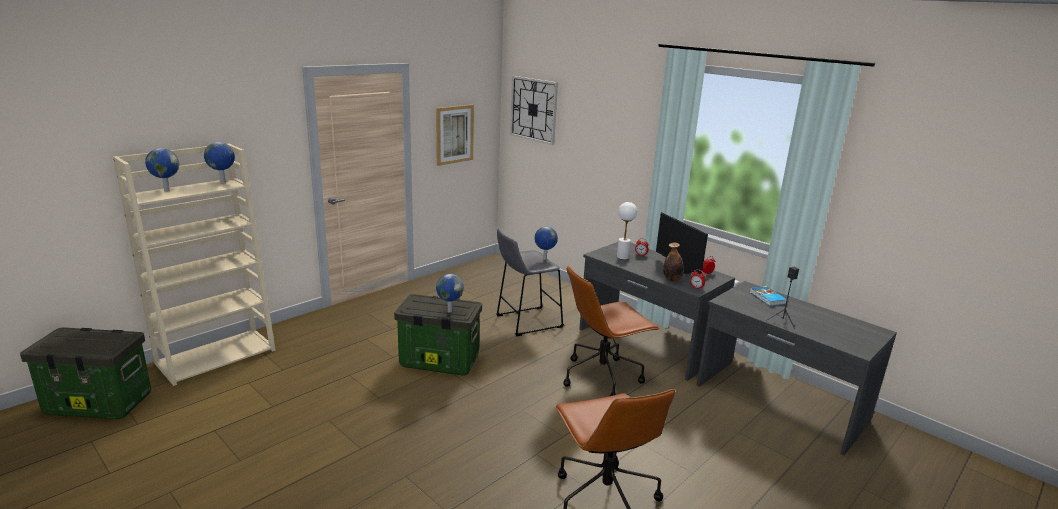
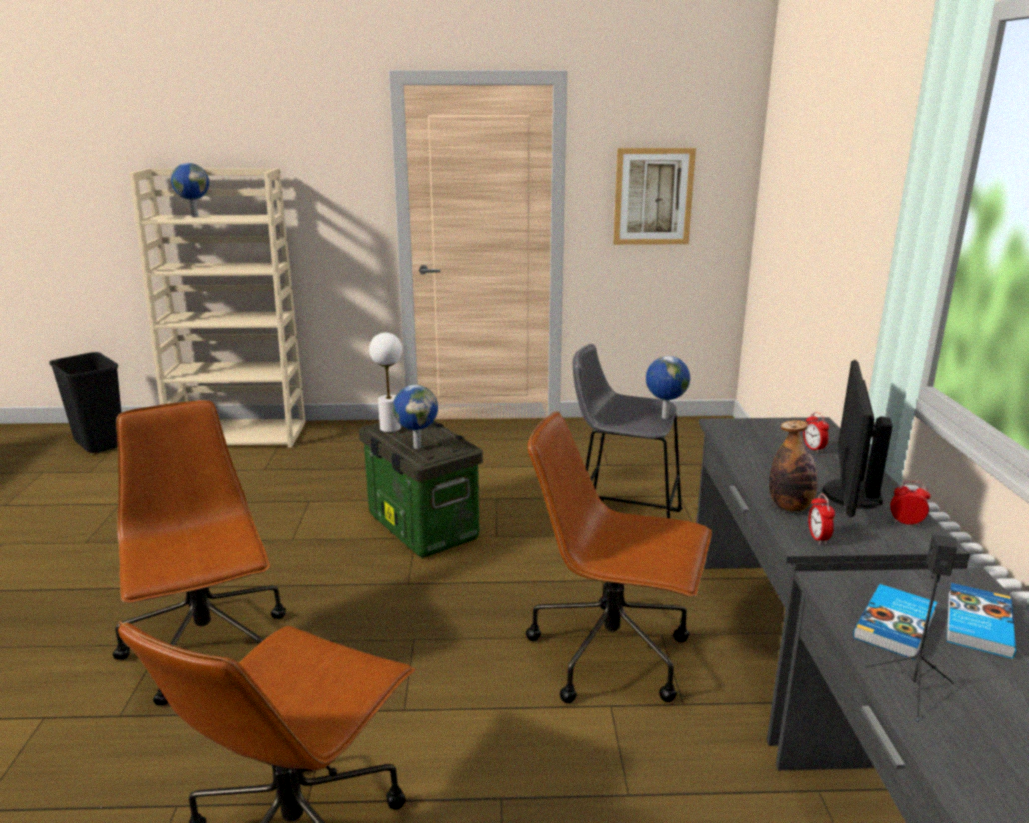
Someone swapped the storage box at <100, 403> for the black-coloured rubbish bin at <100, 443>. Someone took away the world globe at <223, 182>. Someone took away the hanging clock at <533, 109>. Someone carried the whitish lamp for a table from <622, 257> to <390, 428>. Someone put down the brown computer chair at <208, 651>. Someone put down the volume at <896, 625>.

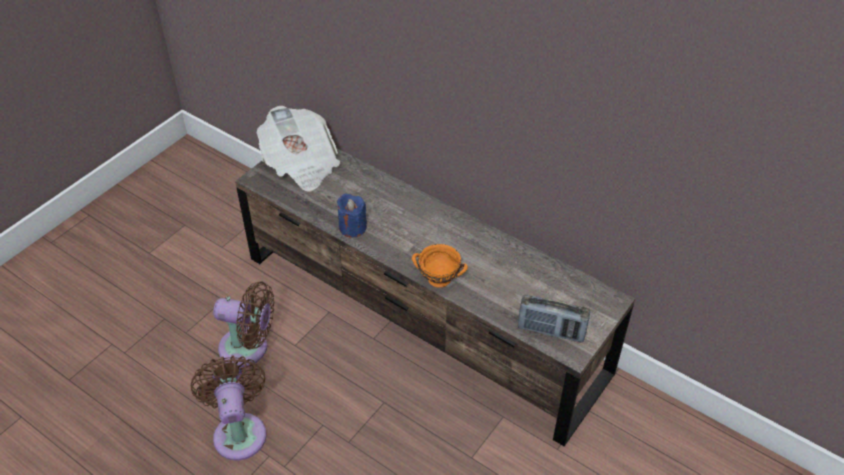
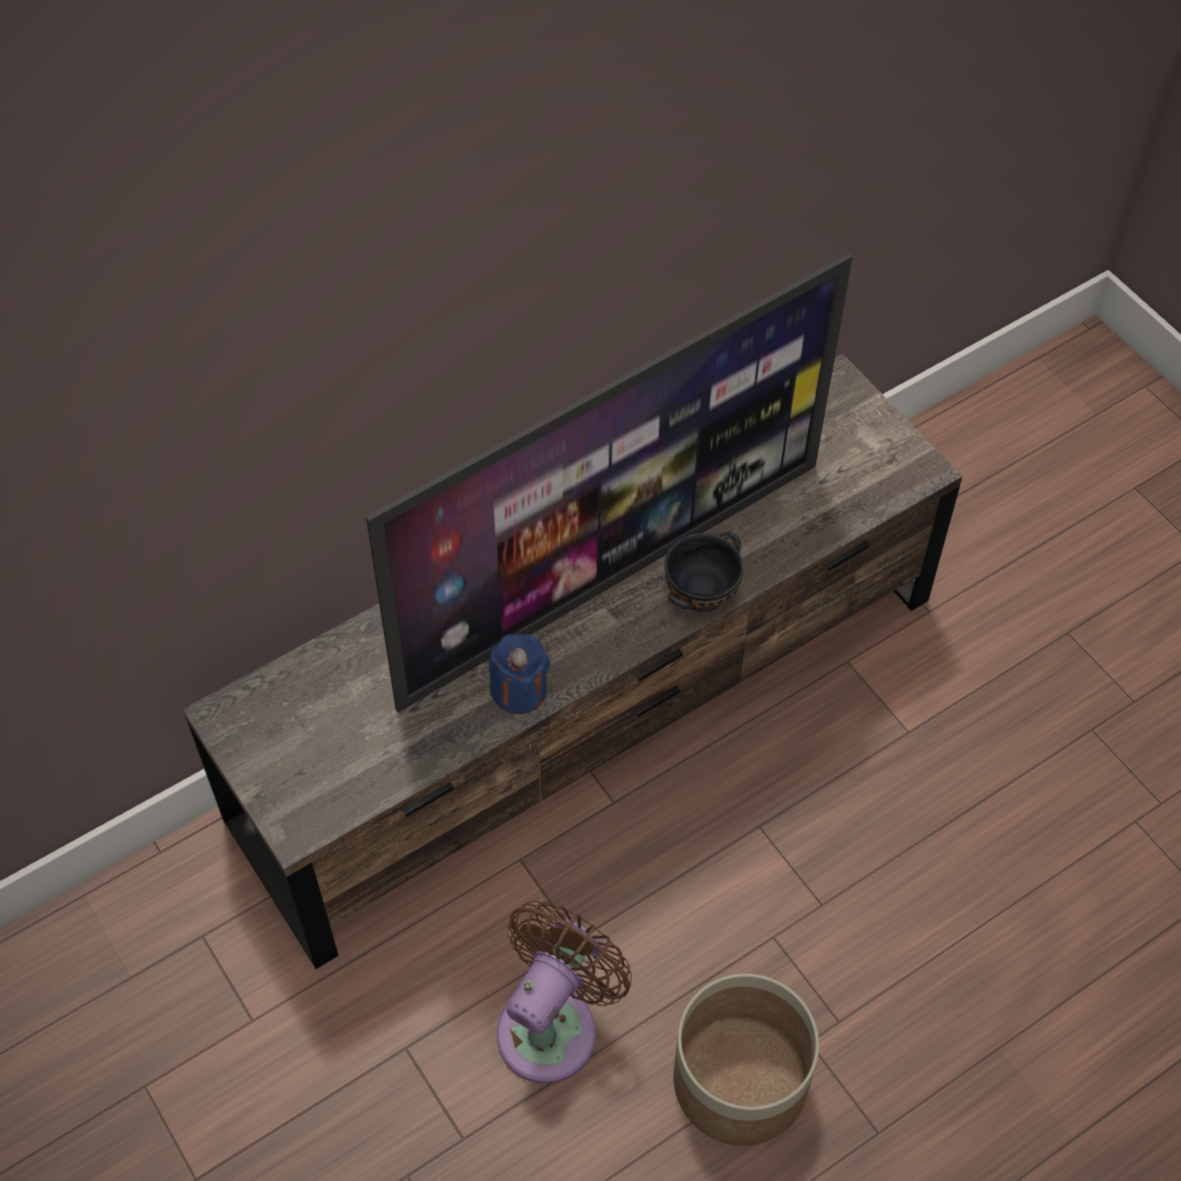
Someone swapped the brown fan at <239, 431> for the planter at <741, 1081>. Someone took away the daily paper at <301, 164>. Someone repainted the orange-coloured bowl at <440, 279>, which became the black-coloured bowl at <703, 593>. Someone took away the radio set at <551, 331>. Someone put down the television at <610, 576>.

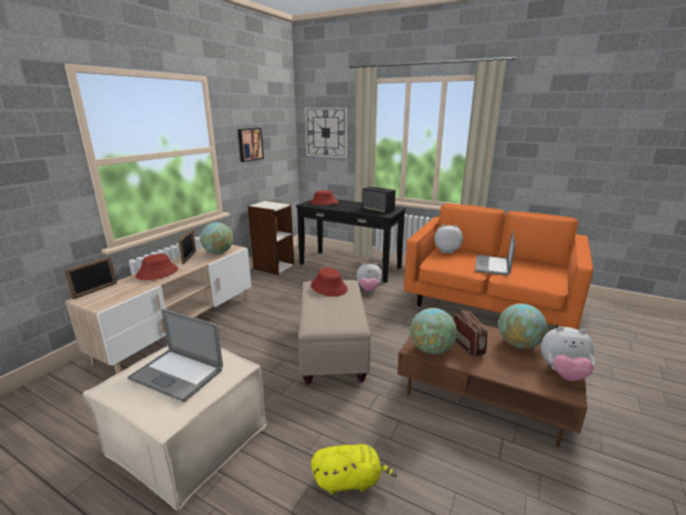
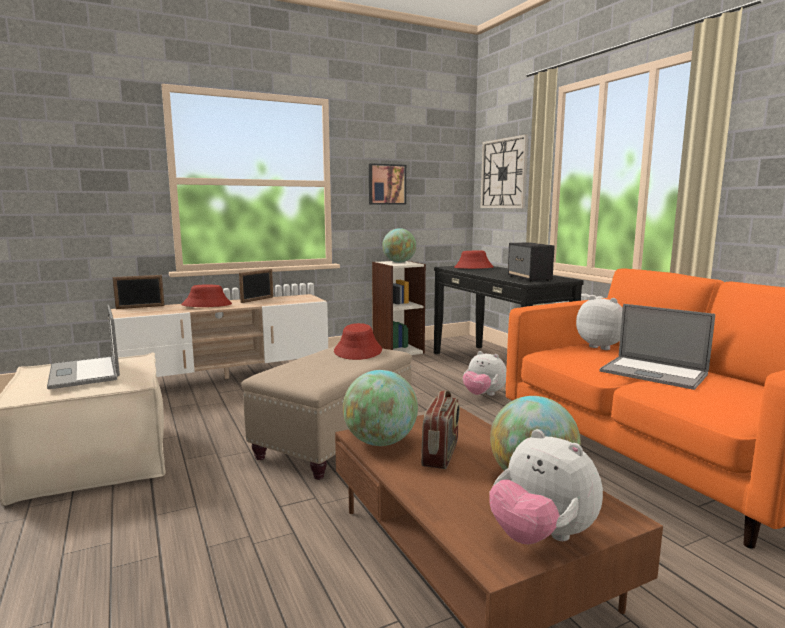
Someone carried the world globe from <218, 253> to <399, 262>. Someone took away the yellow-coloured plush toy at <350, 480>. Someone rotated the notebook computer at <492, 265> by 105 degrees counterclockwise.

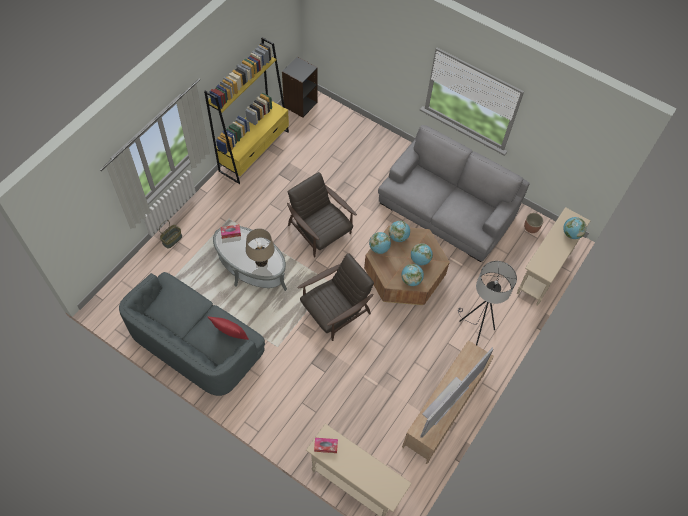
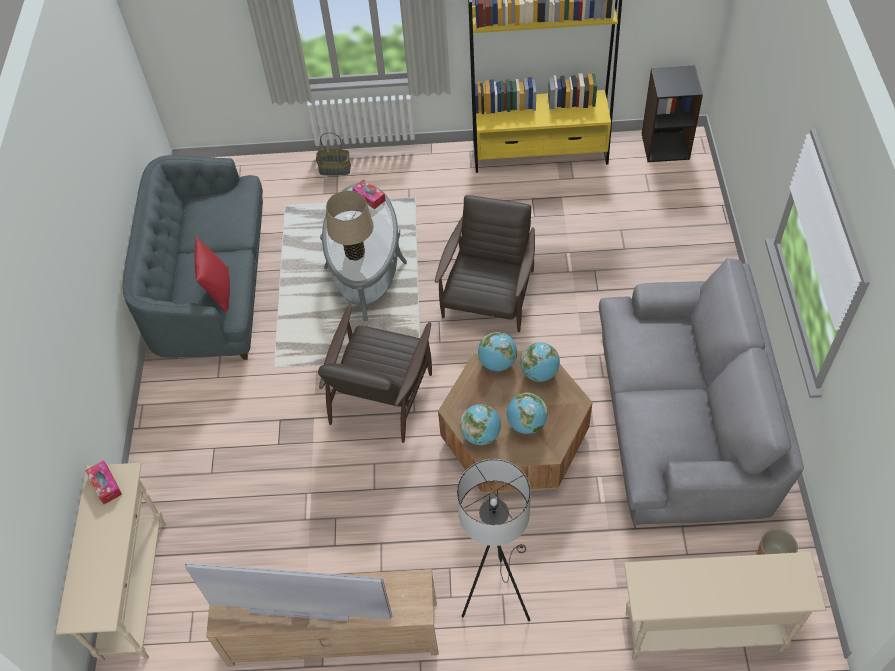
Someone rotated the brown easy chair at <335, 311> by 90 degrees clockwise. Someone took away the world globe at <571, 234>.

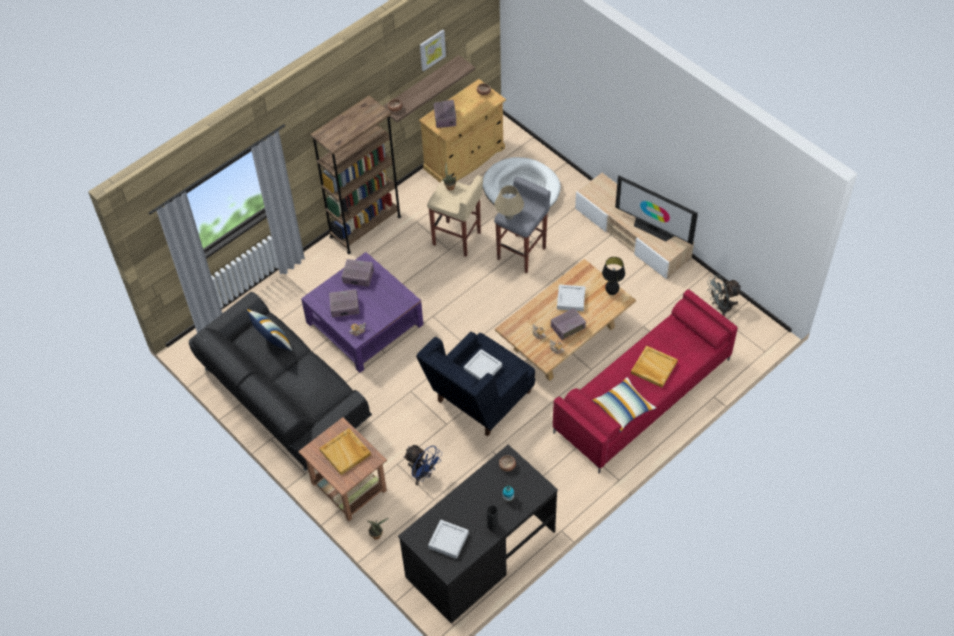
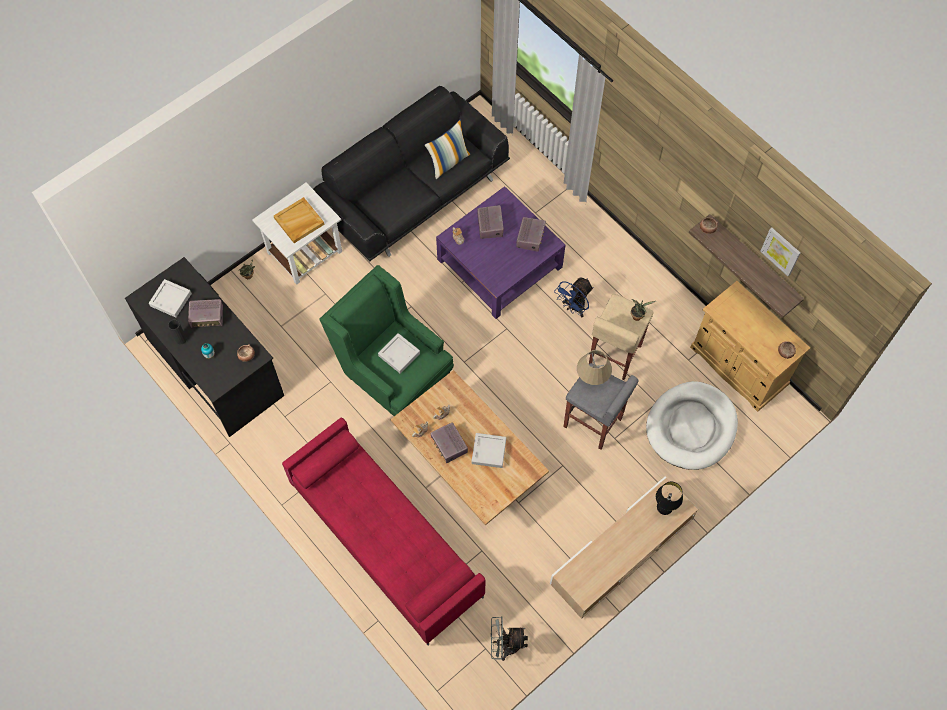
Someone repainted the brown side table at <348, 486>, which became the whitish side table at <305, 251>. Someone took away the brown bookshelf at <365, 226>. Someone carried the blue-coloured fan from <423, 474> to <574, 308>. Someone repainted the blue-coloured easy chair at <479, 401>, which became the green easy chair at <392, 371>. Someone carried the radio set from <445, 118> to <207, 317>. Someone took away the throw pillow at <623, 408>. Someone carried the black-coloured lamp for a table from <611, 292> to <663, 509>. Someone took away the television at <653, 228>. Someone took away the beige serving tray at <653, 367>. Someone rotated the gray fan at <720, 307> by 75 degrees counterclockwise.

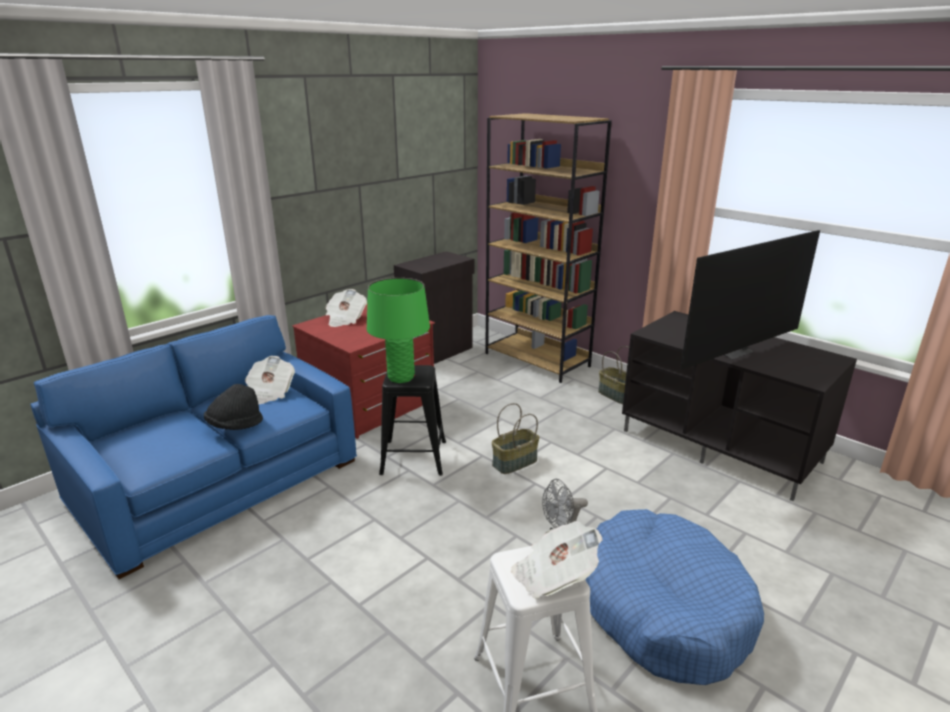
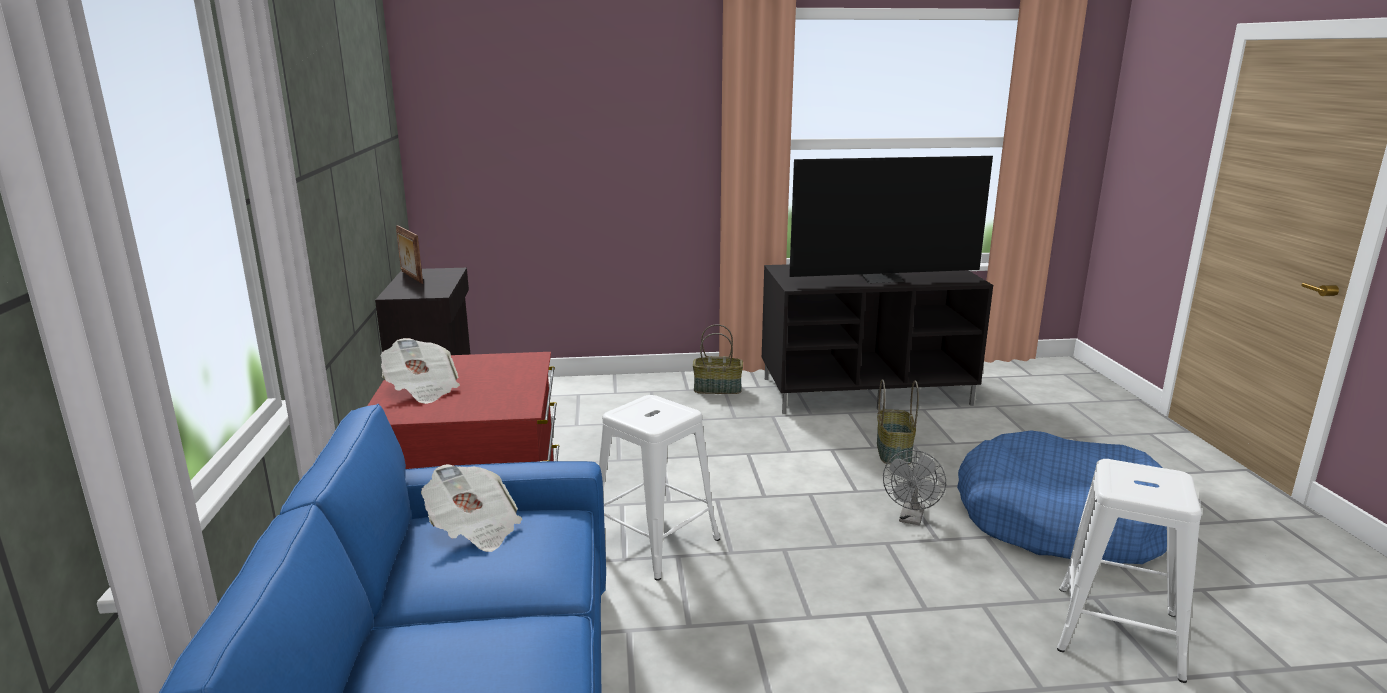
Someone took away the black-coloured clothing hat at <235, 425>. Someone took away the green lamp for a table at <401, 378>. Someone repainted the black-coloured stool at <413, 457>, which became the whitish stool at <655, 541>. Someone took away the brown bookshelf at <537, 360>. Someone carried the household basket from <515, 463> to <894, 452>. Someone took away the daily paper at <554, 576>. Someone rotated the television at <733, 351> by 75 degrees clockwise. Someone put down the standing frame at <411, 277>.

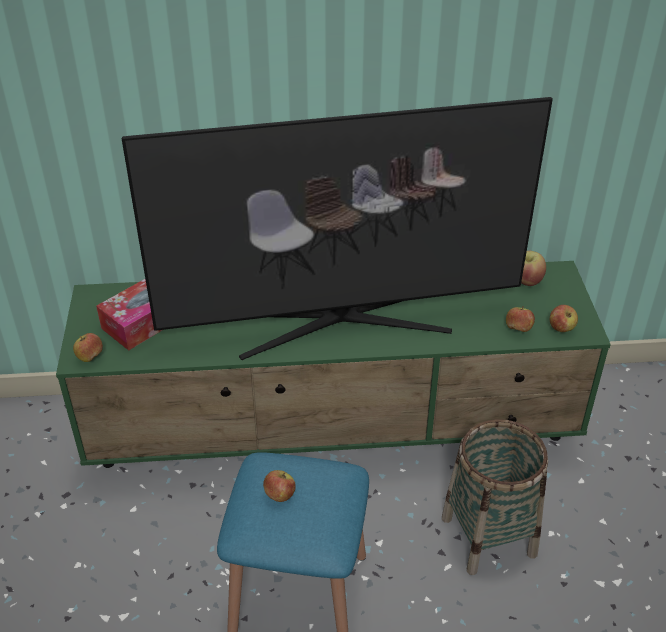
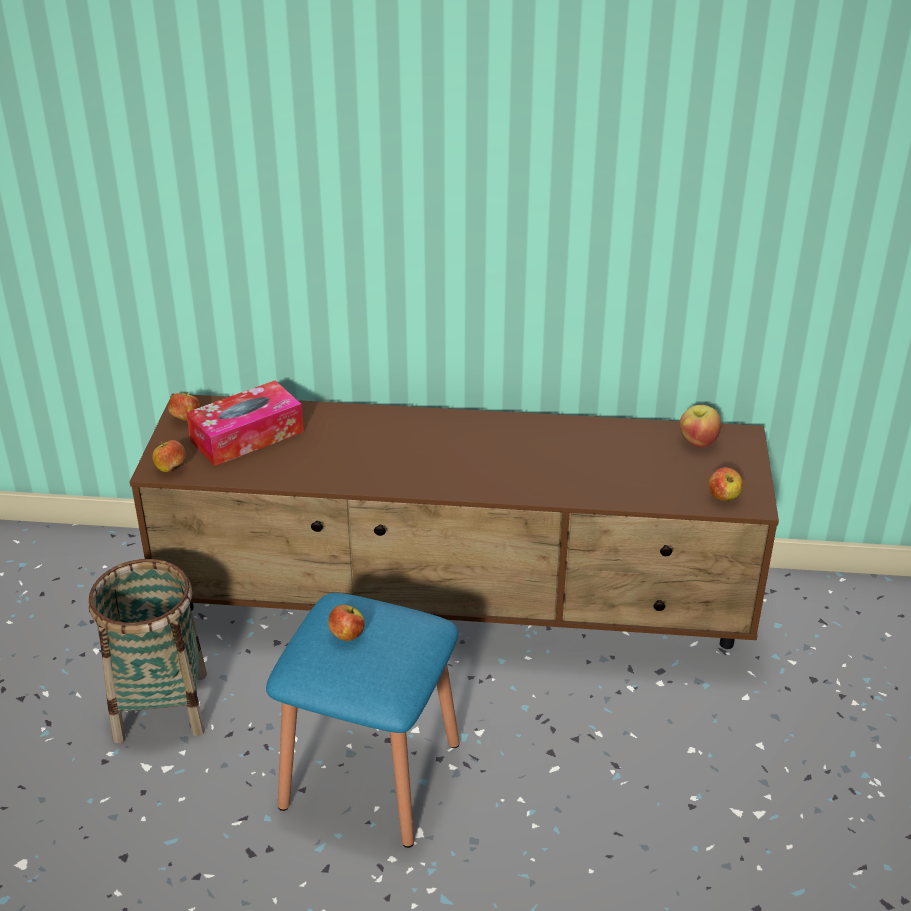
Someone repainted the green tv stand at <335, 430>, which became the brown tv stand at <458, 604>. Someone took away the television at <340, 322>. Someone carried the household basket from <488, 536> to <161, 706>. Someone carried the whole apple from <518, 329> to <185, 418>.

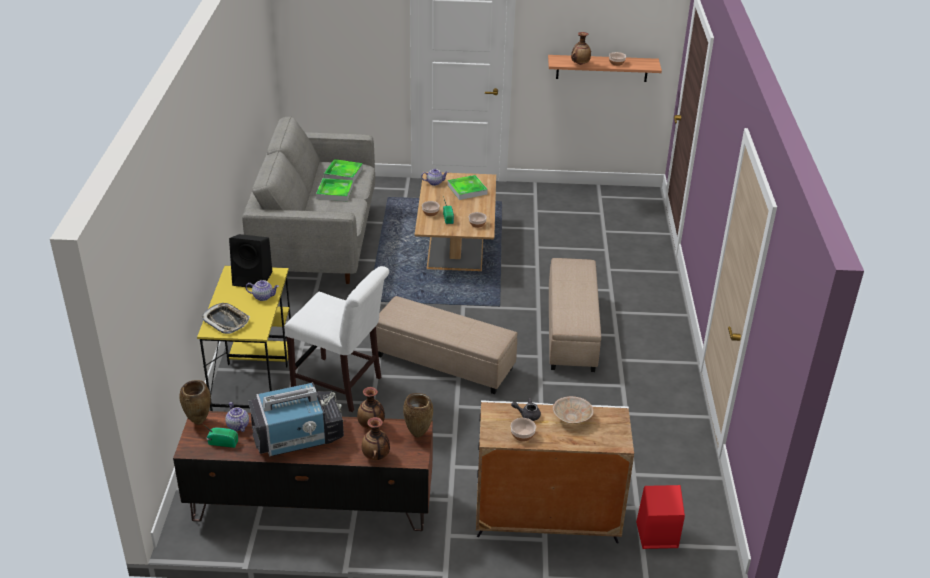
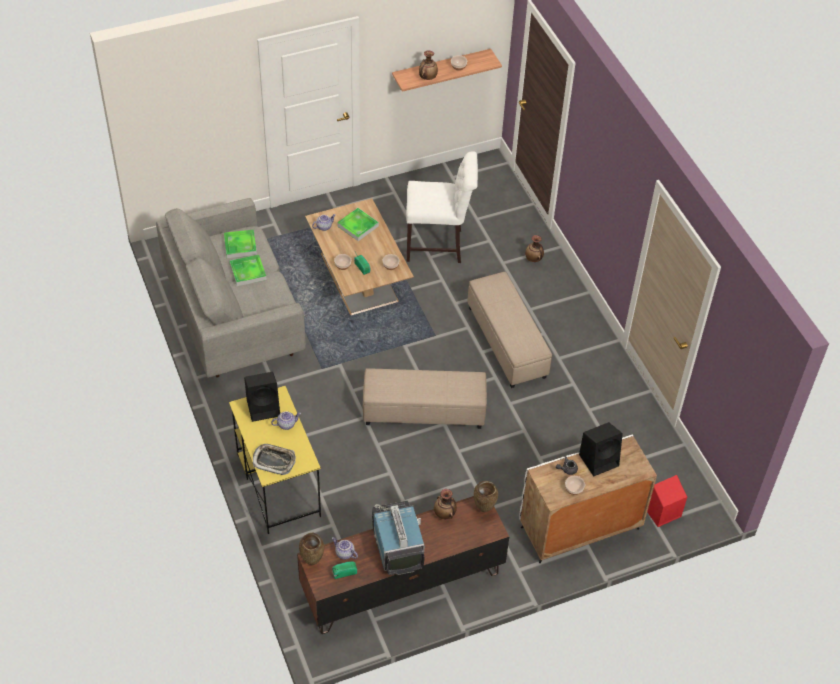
Someone rotated the television at <298, 436> by 60 degrees counterclockwise. Someone carried the whitish chair from <341, 386> to <438, 245>. Someone carried the flower vase from <376, 456> to <534, 259>. Someone swapped the beige bowl at <572, 417> for the black-coloured audio speaker at <599, 459>.

